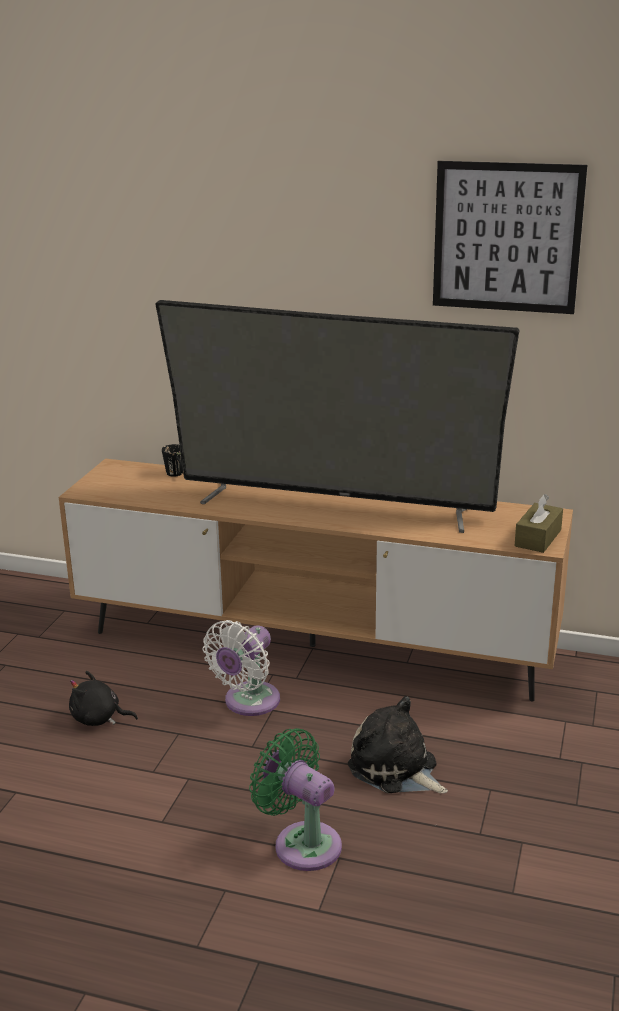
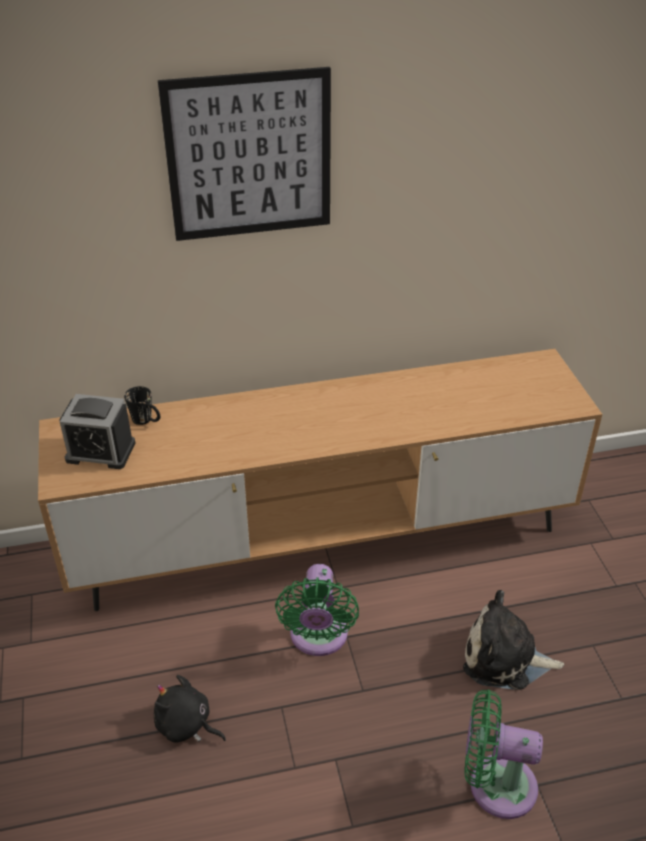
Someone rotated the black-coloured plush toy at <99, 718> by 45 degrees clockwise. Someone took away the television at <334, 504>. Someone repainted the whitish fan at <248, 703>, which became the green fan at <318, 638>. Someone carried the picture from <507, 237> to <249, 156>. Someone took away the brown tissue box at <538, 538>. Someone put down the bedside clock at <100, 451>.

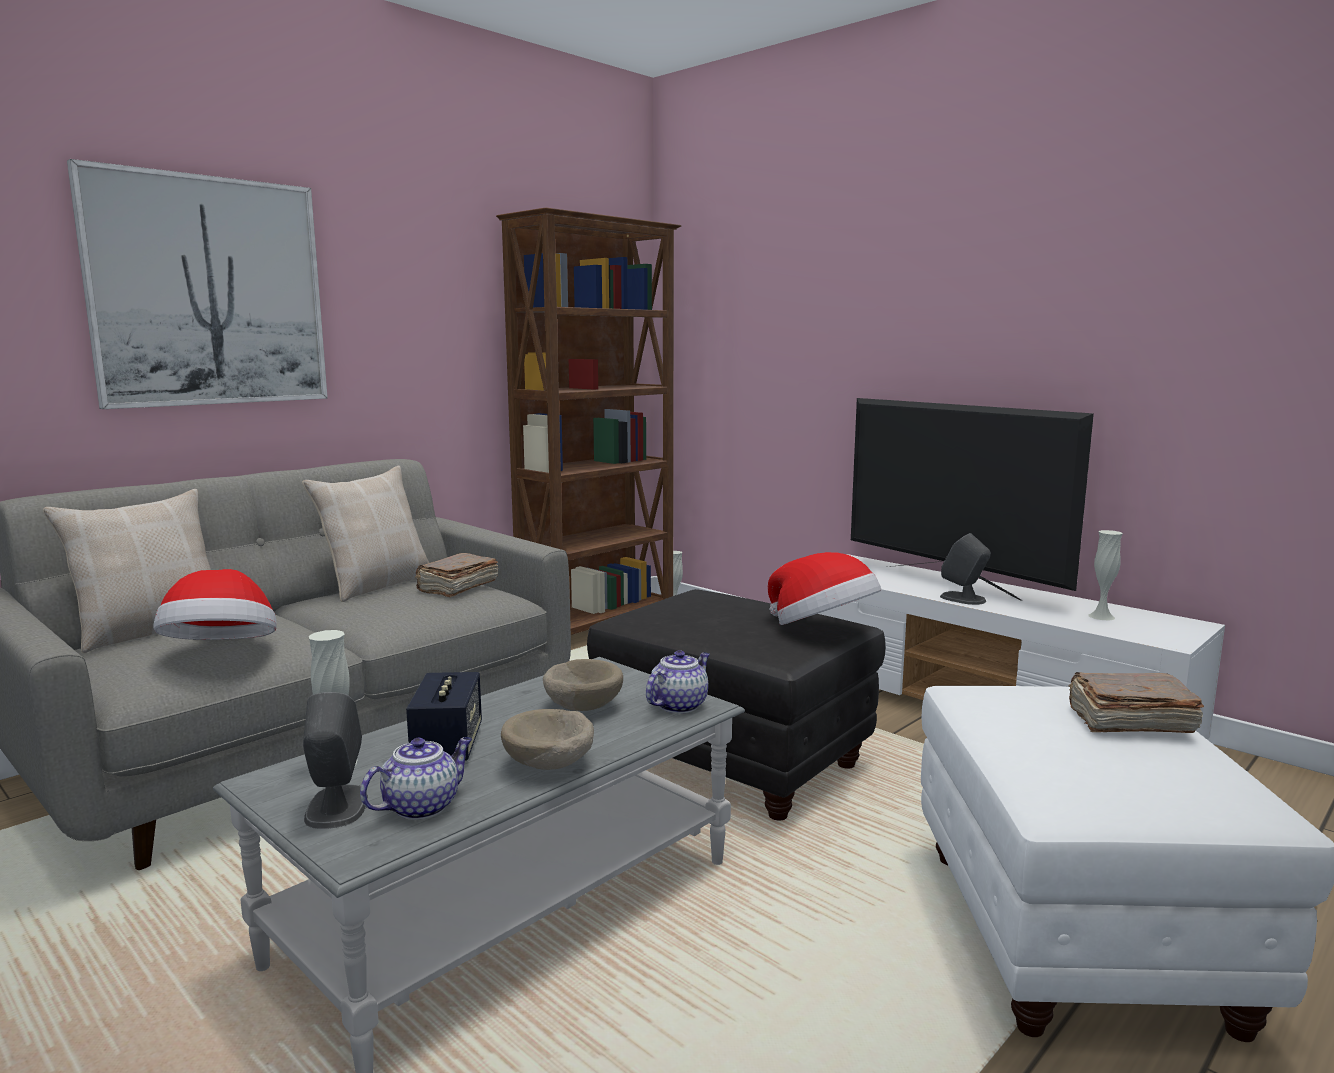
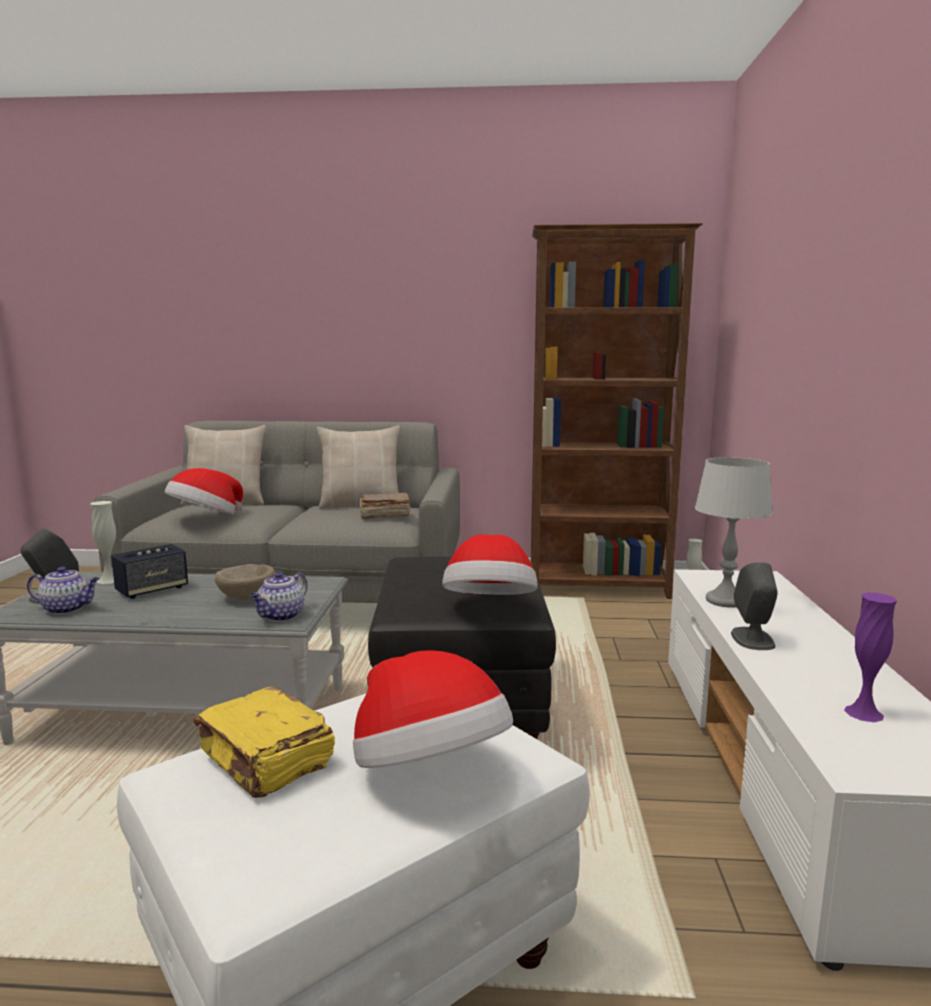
Someone took away the picture at <209, 292>. Someone took away the beige bowl at <549, 766>. Someone rotated the teapot at <679, 705> by 120 degrees clockwise. Someone took away the television at <950, 582>. Someone swapped the brown volume at <1128, 722> for the clothing hat at <429, 771>. Someone repainted the whitish flower vase at <1101, 616>, which became the purple-coloured flower vase at <863, 713>. Someone put down the yellow-coloured volume at <266, 760>. Someone put down the gray lamp for a table at <725, 600>.

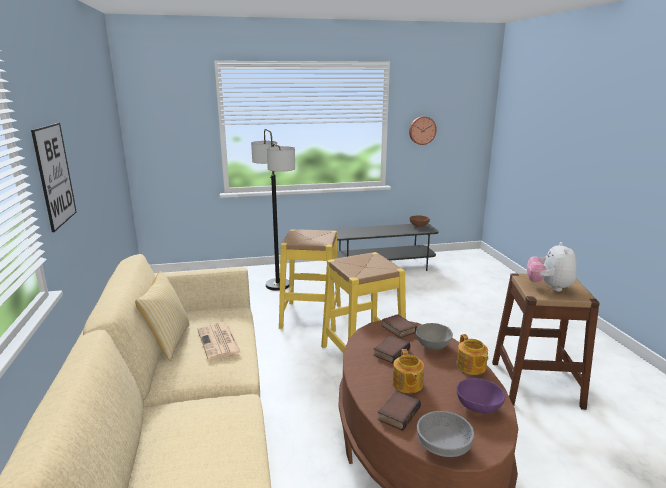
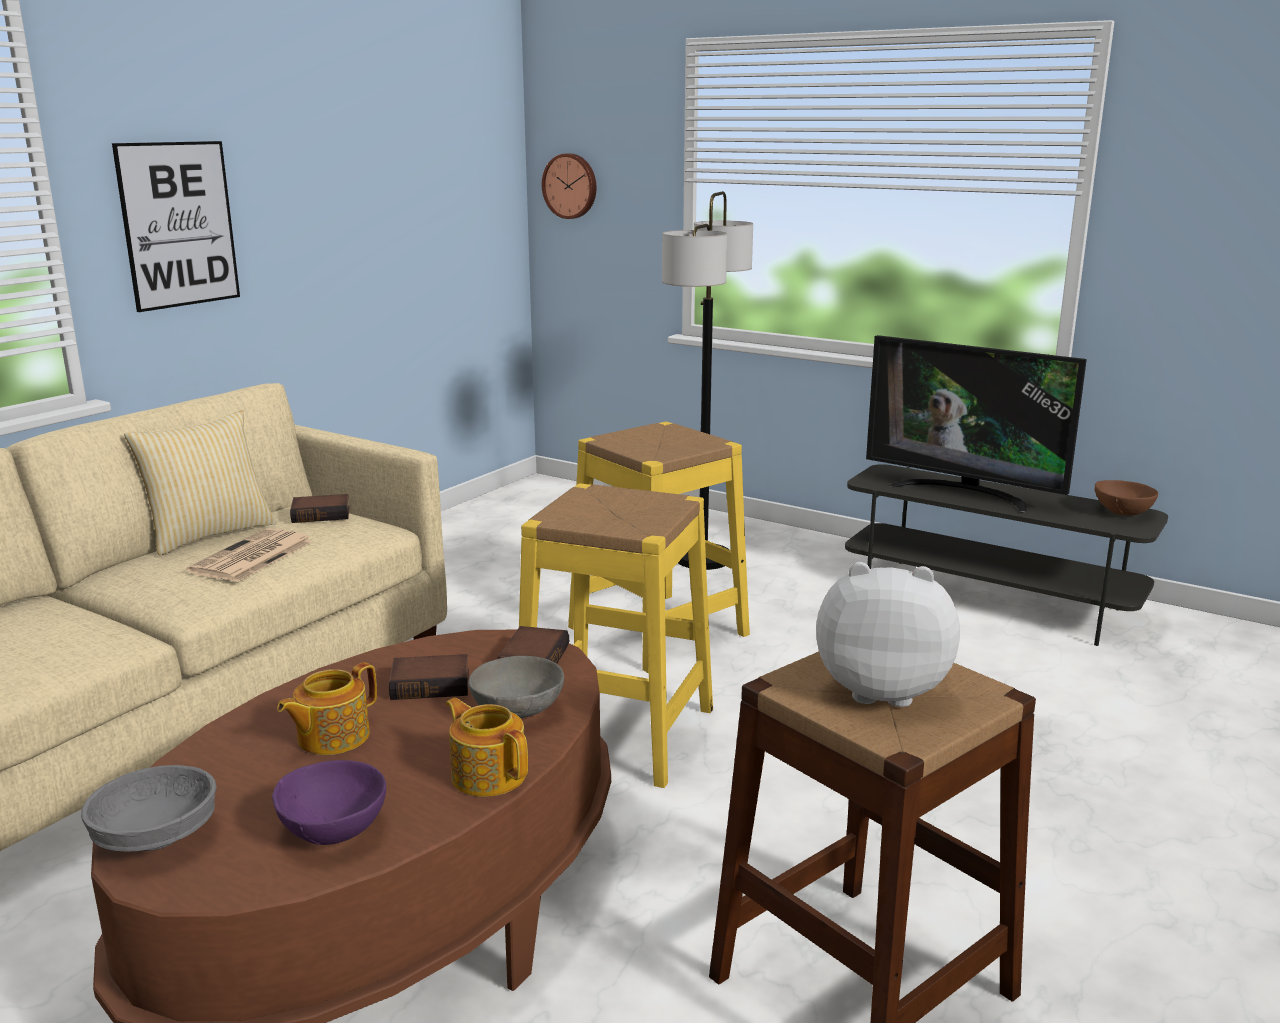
Someone carried the volume from <398, 413> to <322, 514>. Someone carried the hanging clock from <422, 130> to <571, 186>. Someone rotated the teapot at <471, 367> by 105 degrees clockwise. Someone rotated the plush toy at <549, 287> by 45 degrees clockwise. Someone put down the television at <964, 493>.

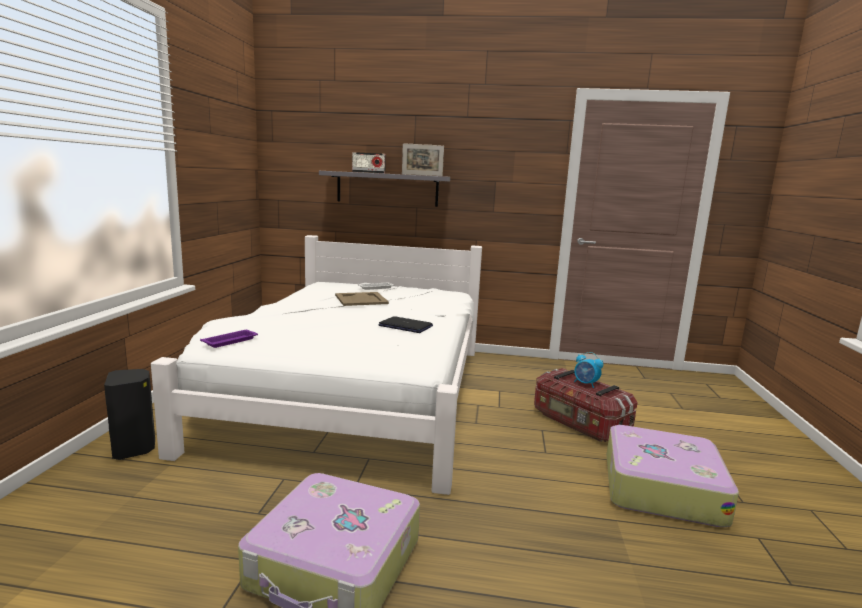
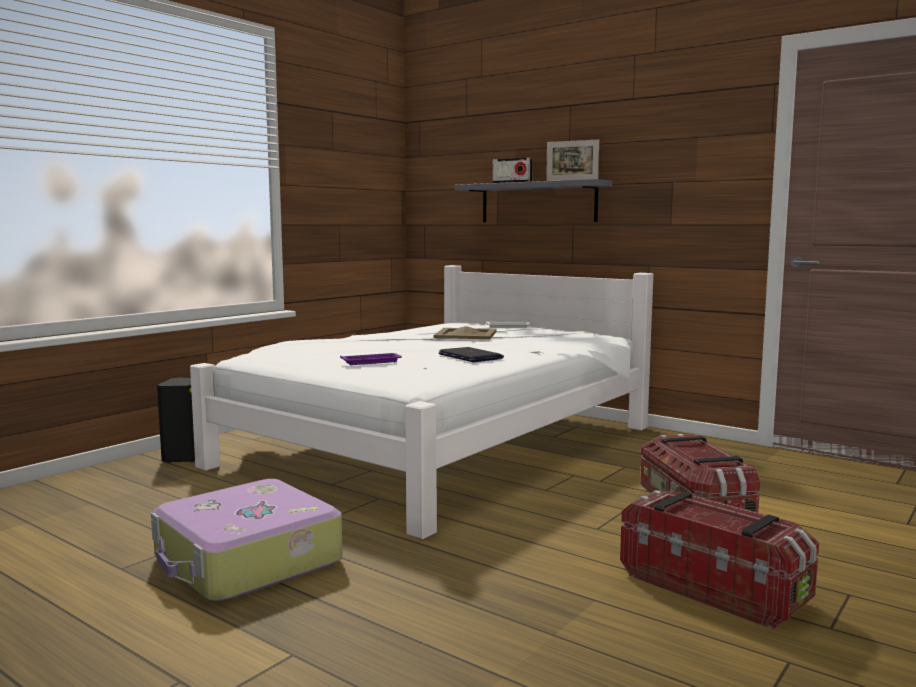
Someone carried the purple-coloured serving tray from <231, 341> to <372, 362>. Someone took away the bedside clock at <585, 384>. Someone swapped the travel case at <660, 488> for the storage box at <714, 588>.

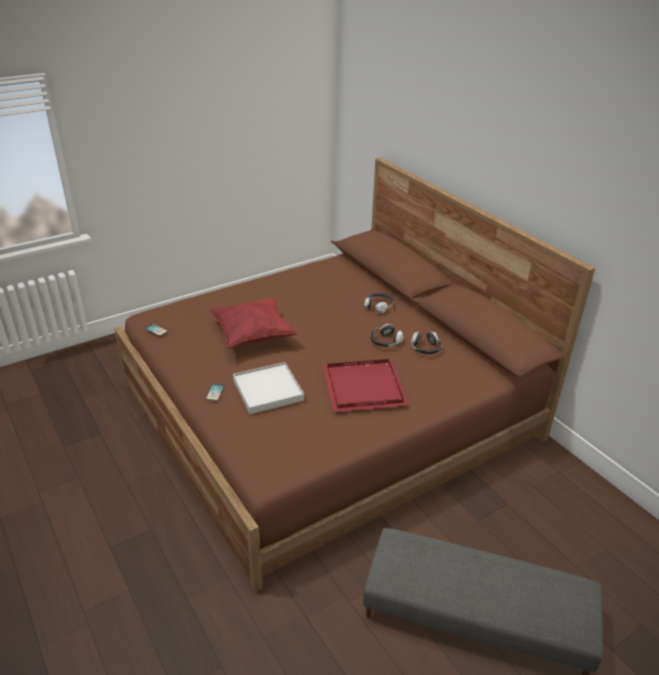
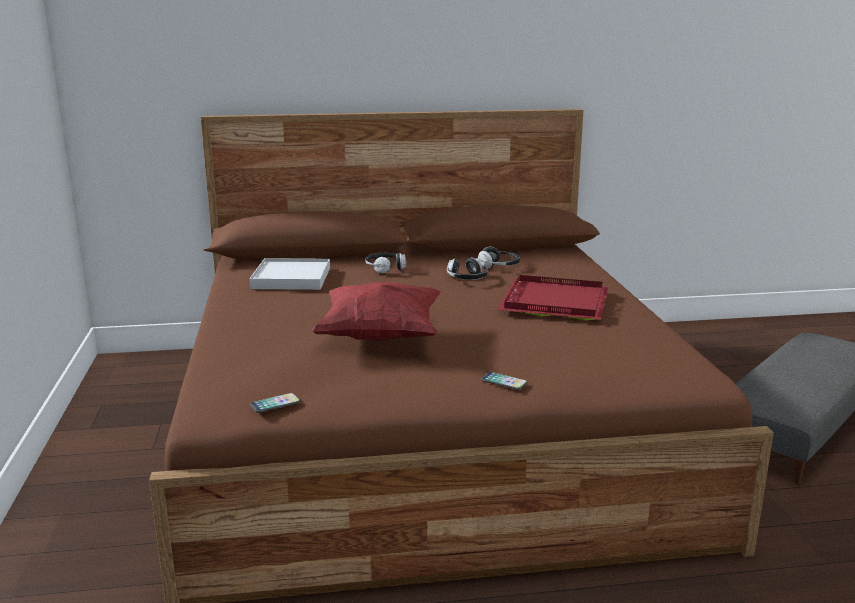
Someone carried the whitish serving tray from <268, 390> to <291, 278>.

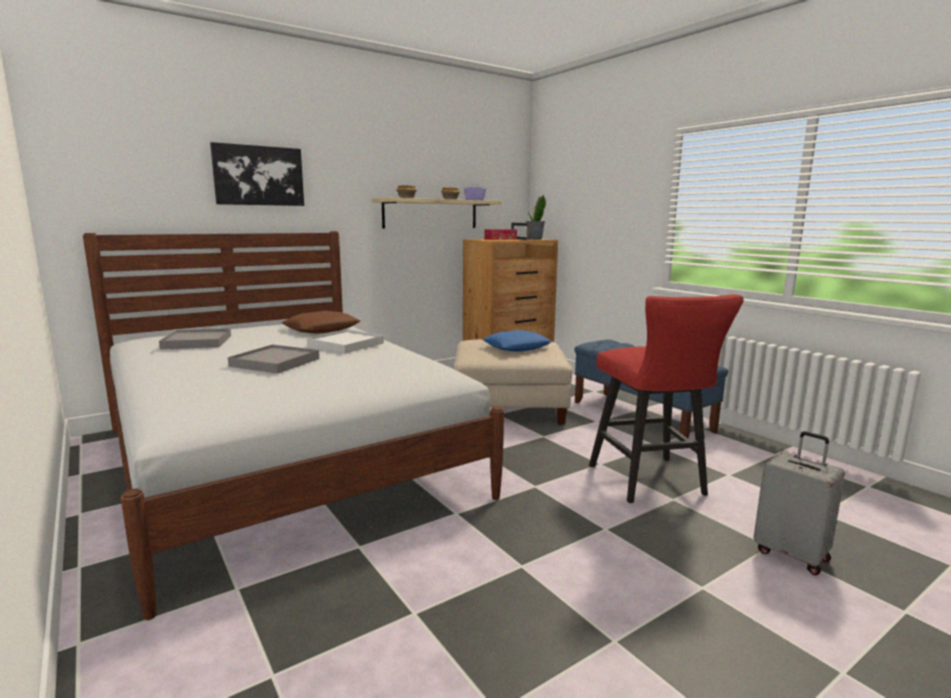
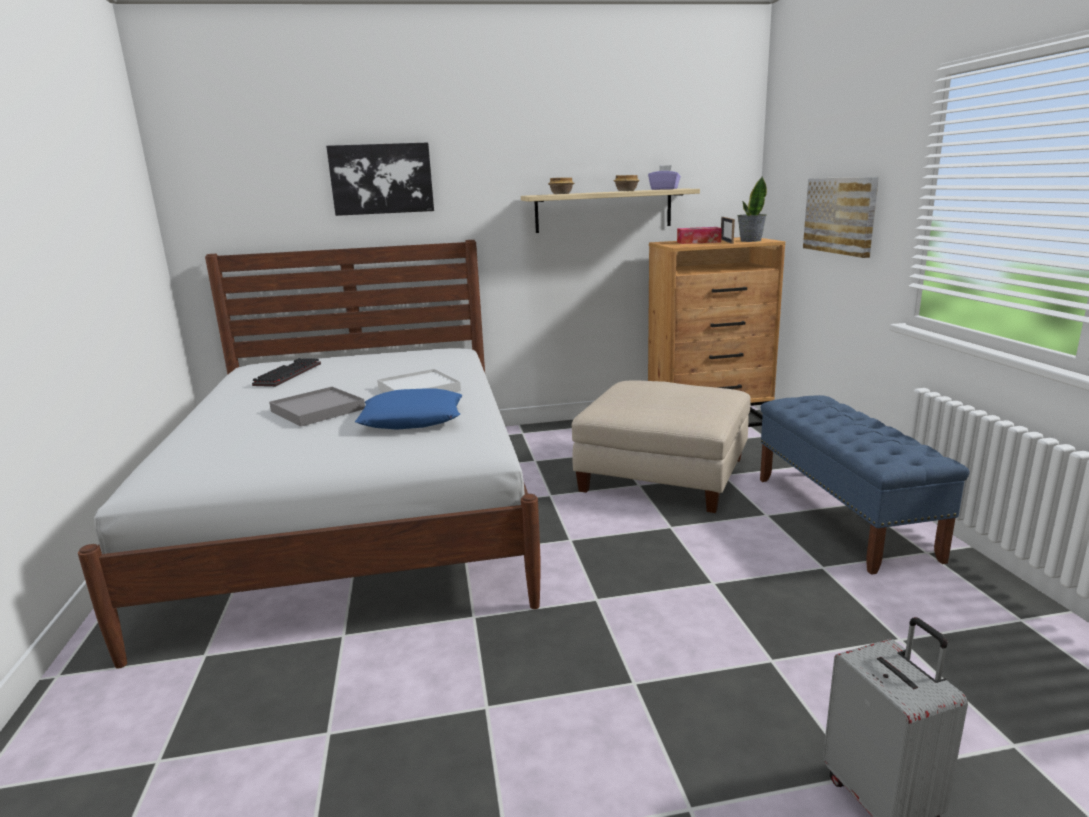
Someone swapped the gray serving tray at <197, 342> for the computer keyboard at <287, 374>. Someone took away the brown throw pillow at <322, 329>. Someone carried the blue-coloured throw pillow from <517, 347> to <412, 419>. Someone took away the reddish stool at <651, 483>. Someone put up the picture at <840, 215>.

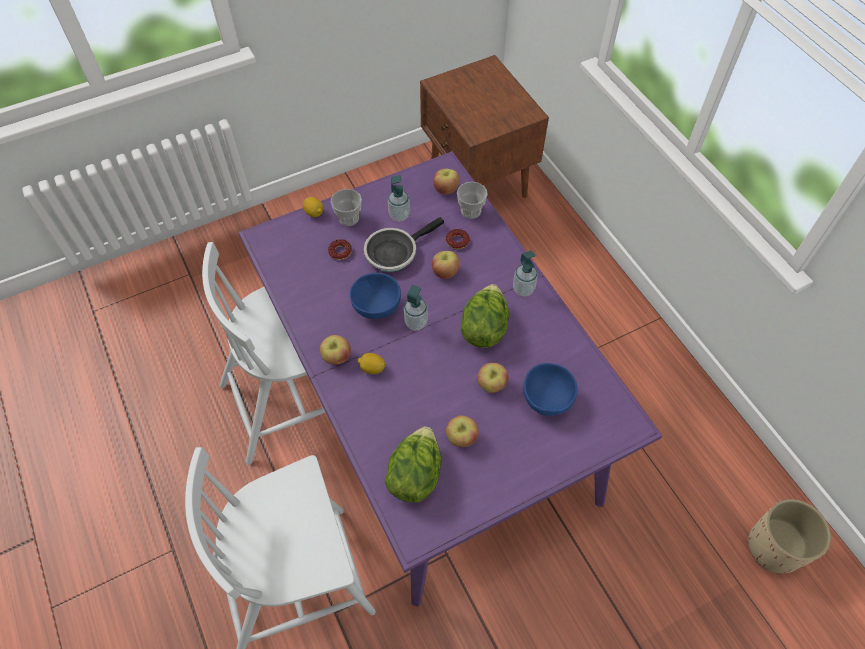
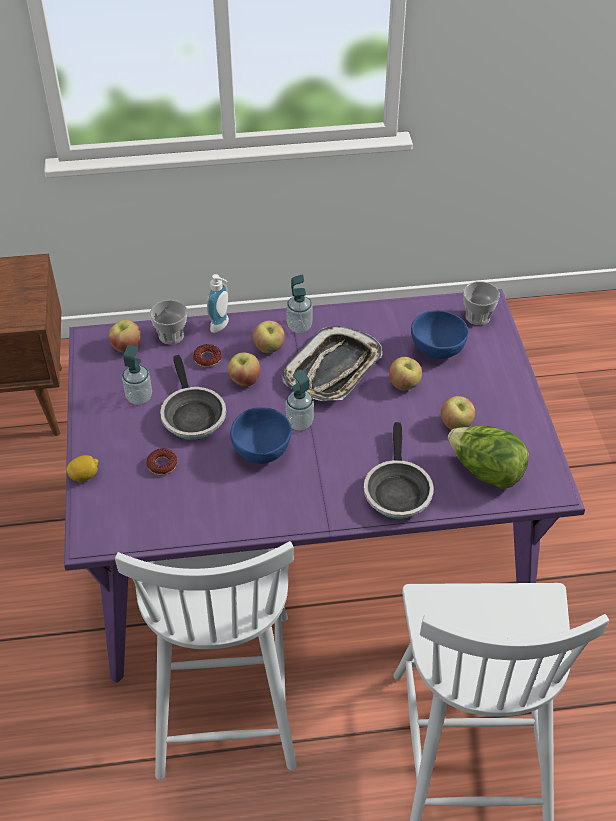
Someone carried the whole apple from <336, 357> to <269, 348>. Someone carried the cup from <348, 218> to <477, 317>. Someone took away the whole lemon at <372, 368>. Someone swapped the head of lettuce at <484, 328> for the serving tray at <333, 370>. Someone took away the beige planter at <774, 547>. Someone put down the soap dispenser at <222, 326>. Someone put down the skillet at <396, 491>.

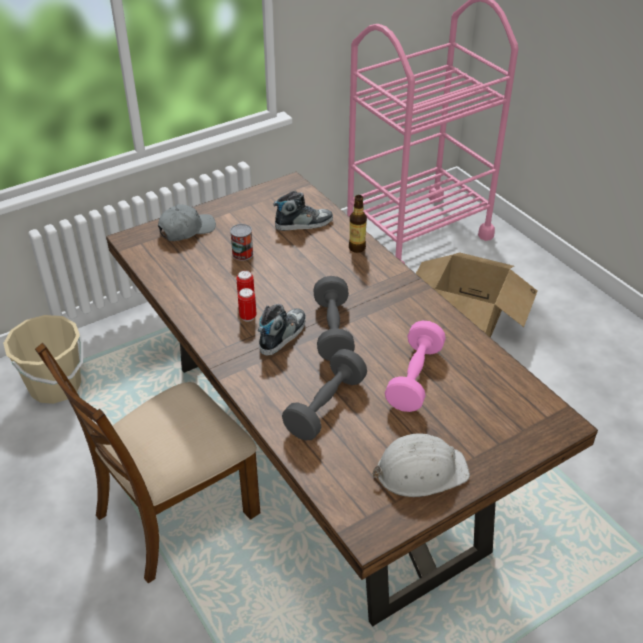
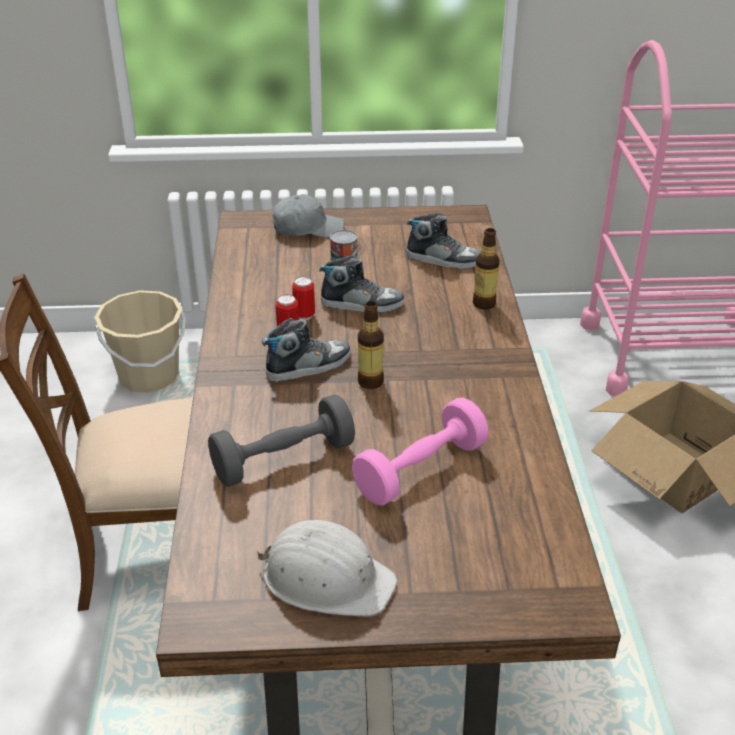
Someone swapped the gray free weight at <333, 331> for the bottle at <370, 381>. Someone put down the low shoe at <362, 303>.

